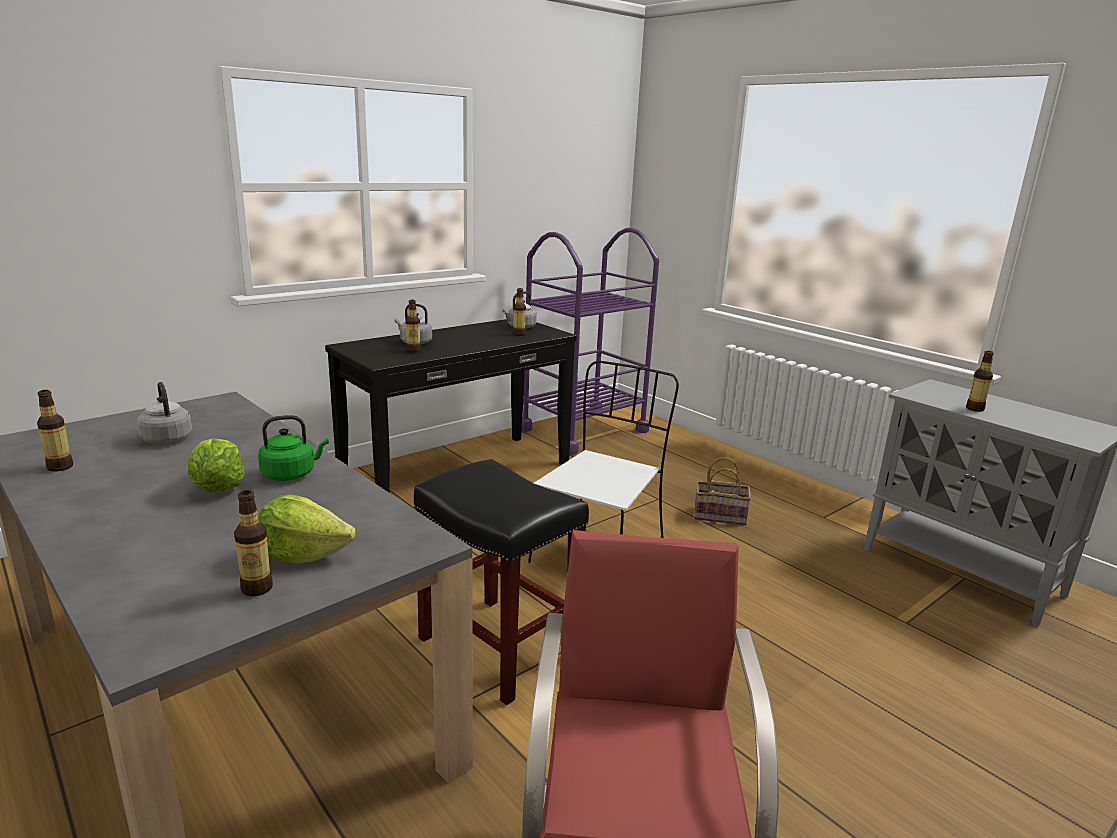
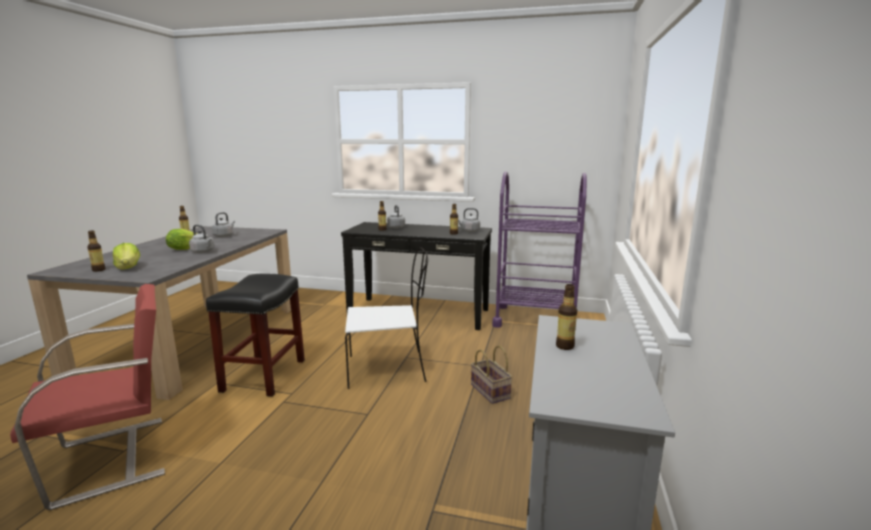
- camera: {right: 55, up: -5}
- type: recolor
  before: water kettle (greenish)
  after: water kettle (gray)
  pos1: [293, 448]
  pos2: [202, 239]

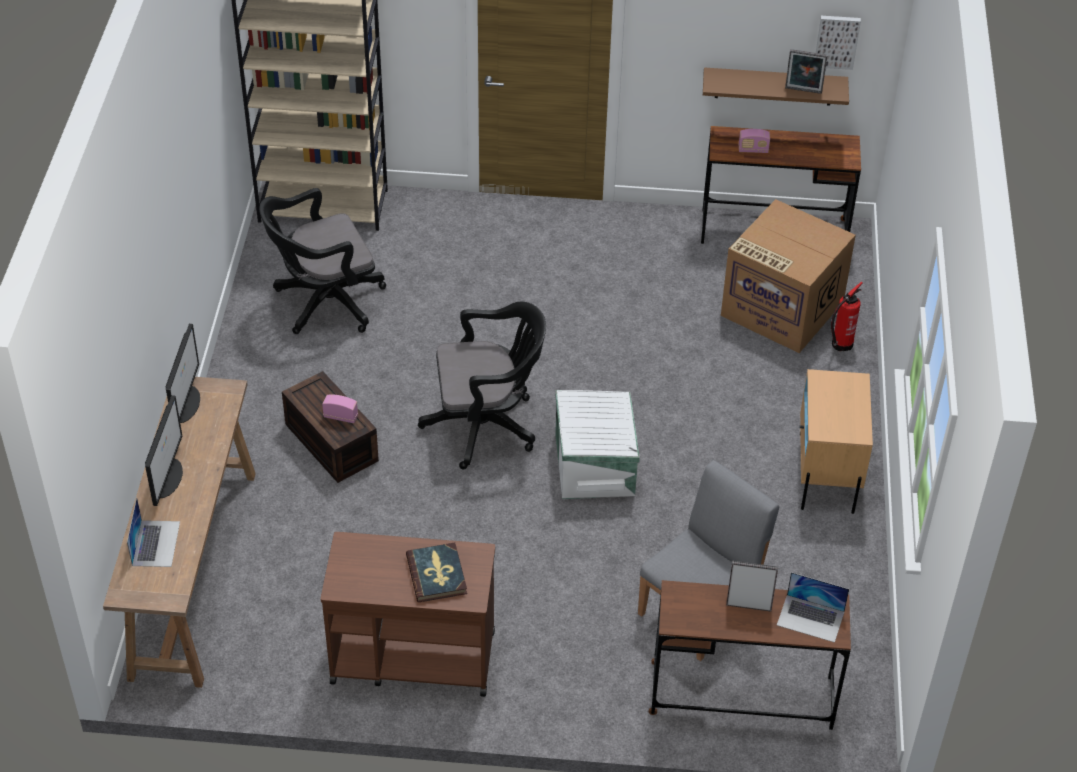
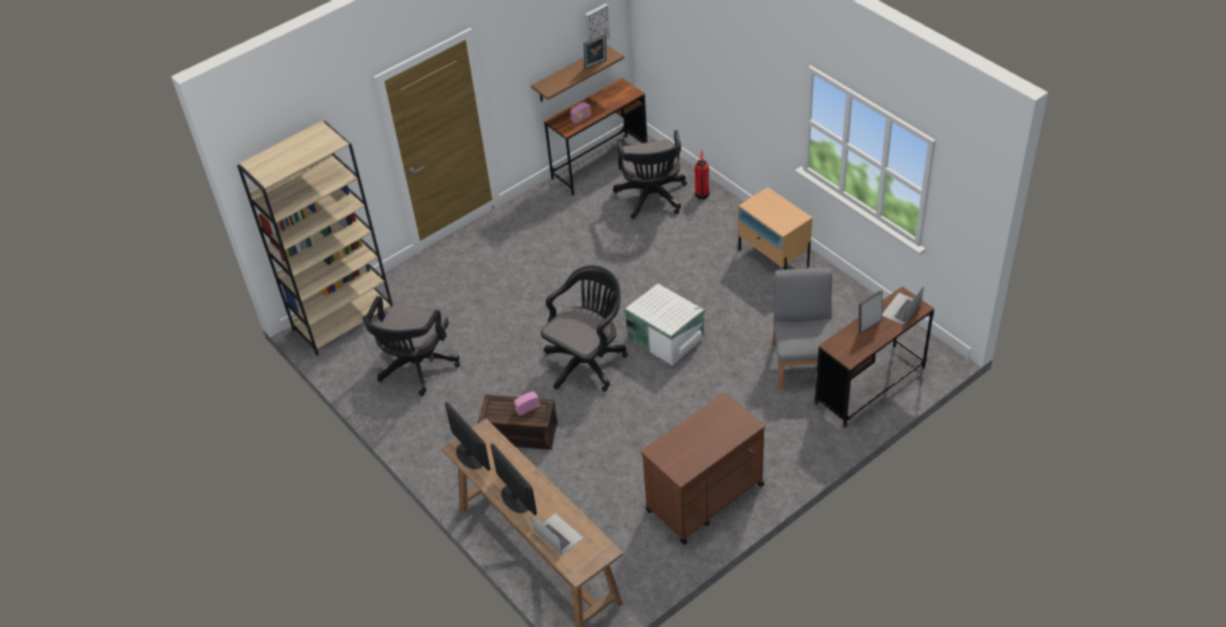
- camera: {right: -40, up: 0}
- type: replace
  before: packing box
  after: computer chair (blackish)
  pos1: [788, 276]
  pos2: [650, 174]
- type: delete
  before: book
  pos1: [436, 572]
- type: rotate
  before: laptop
  pos1: [813, 607]
  pos2: [903, 305]
  turn: 150

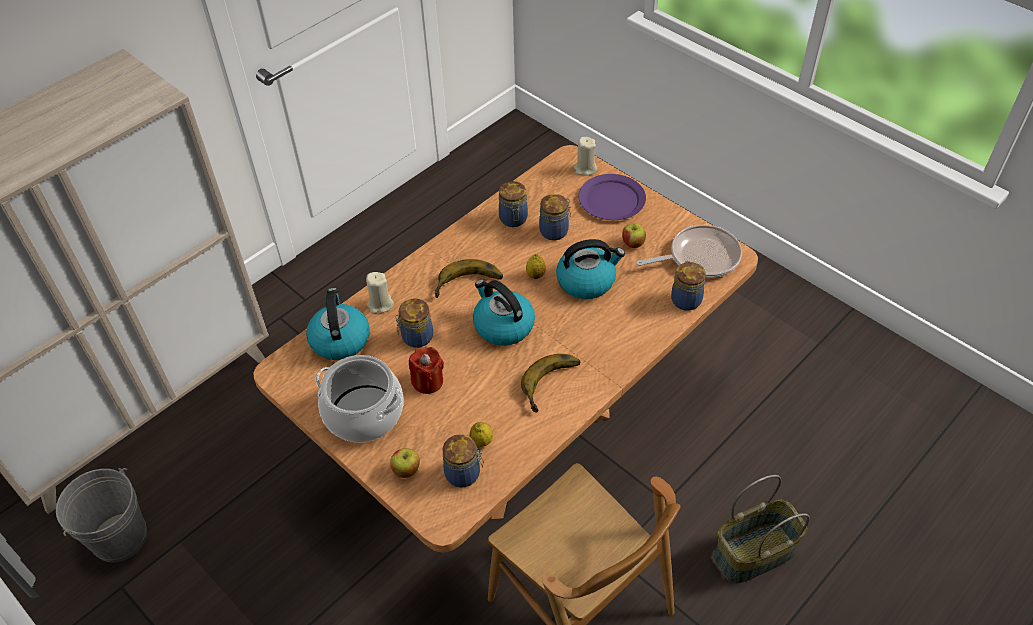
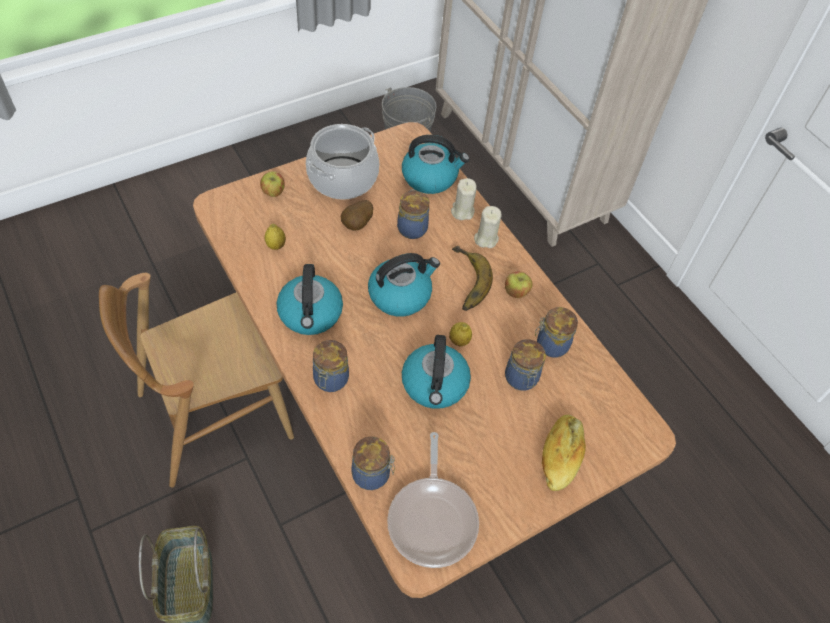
- camera: {right: 100, up: 5}
- type: move
  before: wax candle (sand-coloured)
  pos1: [585, 156]
  pos2: [487, 227]
- type: replace
  before: dinner plate (purplish)
  after: baked bread
  pos1: [612, 197]
  pos2: [564, 453]
- type: move
  before: whole apple
  pos1: [634, 235]
  pos2: [518, 284]
- type: replace
  before: wax candle (red)
  after: whole potato
  pos1: [426, 370]
  pos2: [356, 215]
- type: replace
  before: banana
  after: water kettle
  pos1: [550, 383]
  pos2: [310, 299]
- type: move
  before: jar
  pos1: [463, 461]
  pos2: [331, 366]

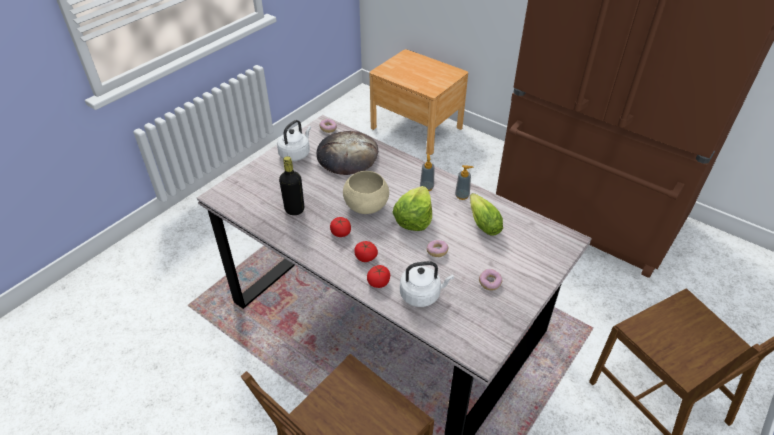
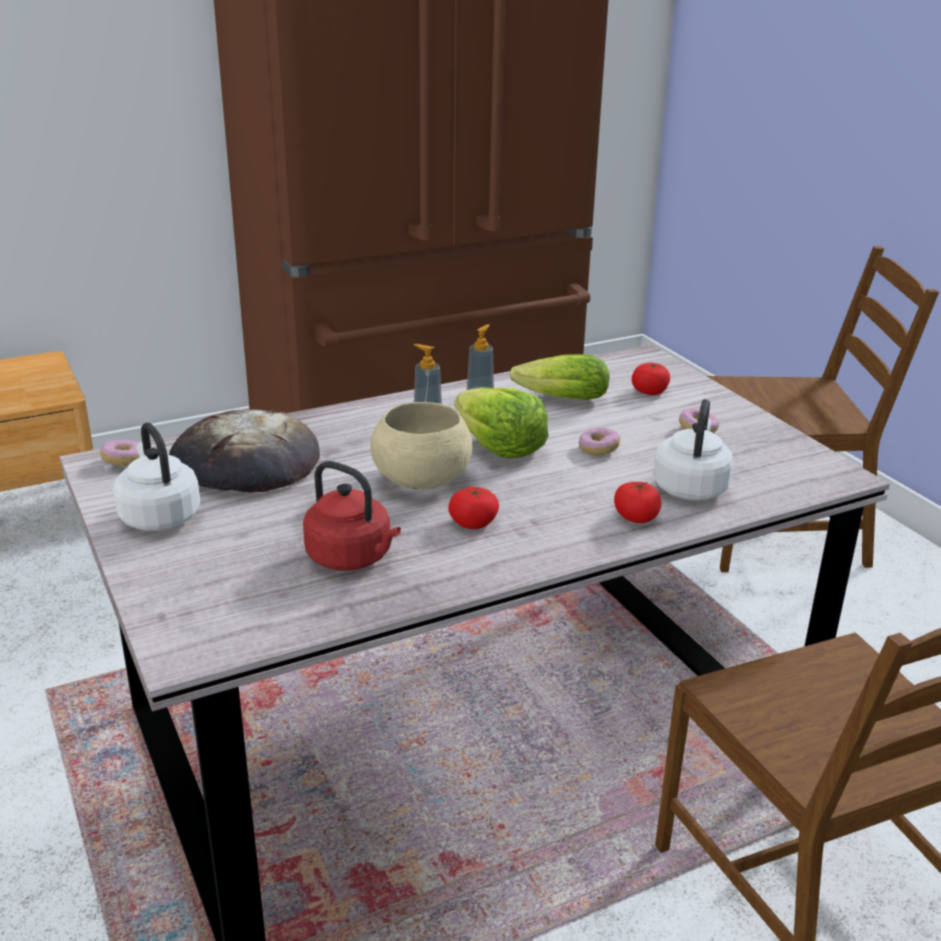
- camera: {right: -65, up: -15}
- type: replace
  before: drink bottle (blackish)
  after: water kettle (red)
  pos1: [291, 185]
  pos2: [352, 516]
- type: move
  before: whole tomato
  pos1: [366, 251]
  pos2: [651, 379]

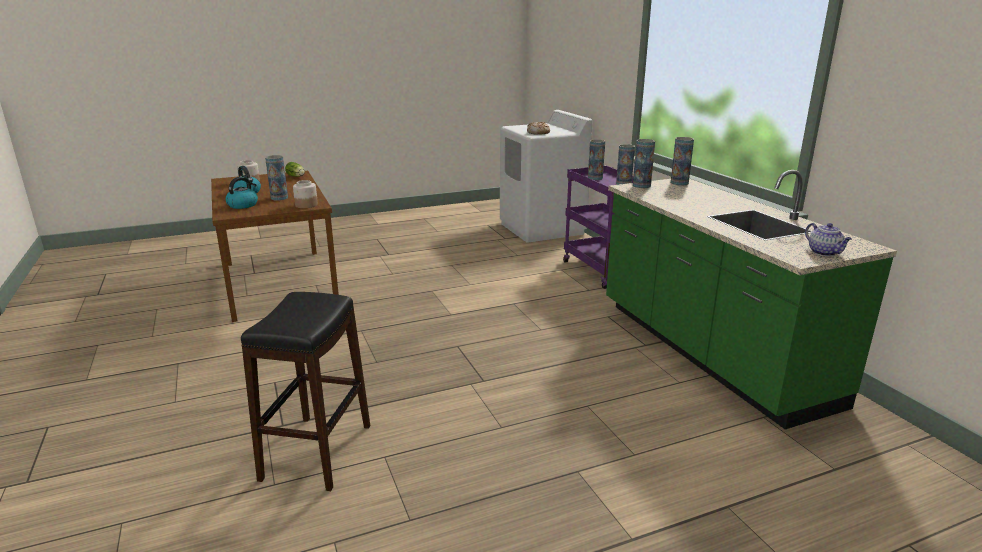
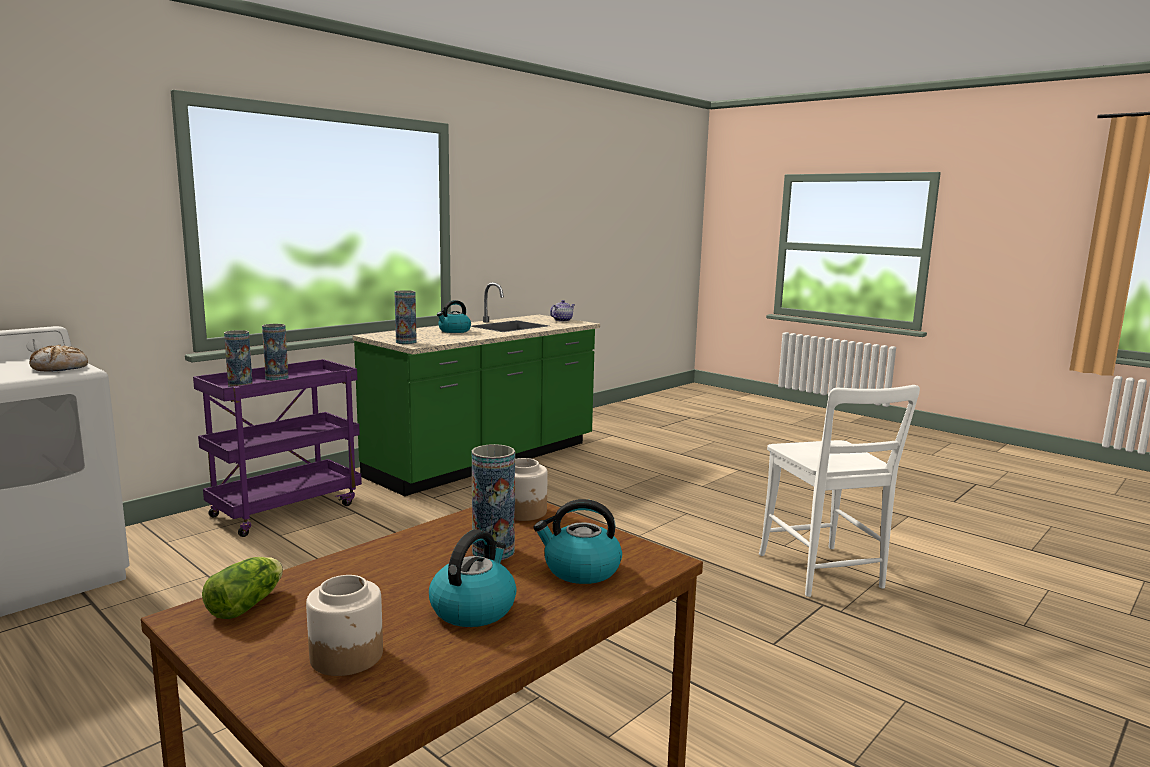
- camera: {right: -115, up: -10}
- type: delete
  before: flower vase
  pos1: [682, 161]
- type: replace
  before: sitting stool (blackish)
  after: chair (white)
  pos1: [305, 391]
  pos2: [839, 491]
- type: insert
  after: water kettle
  pos2: [454, 316]

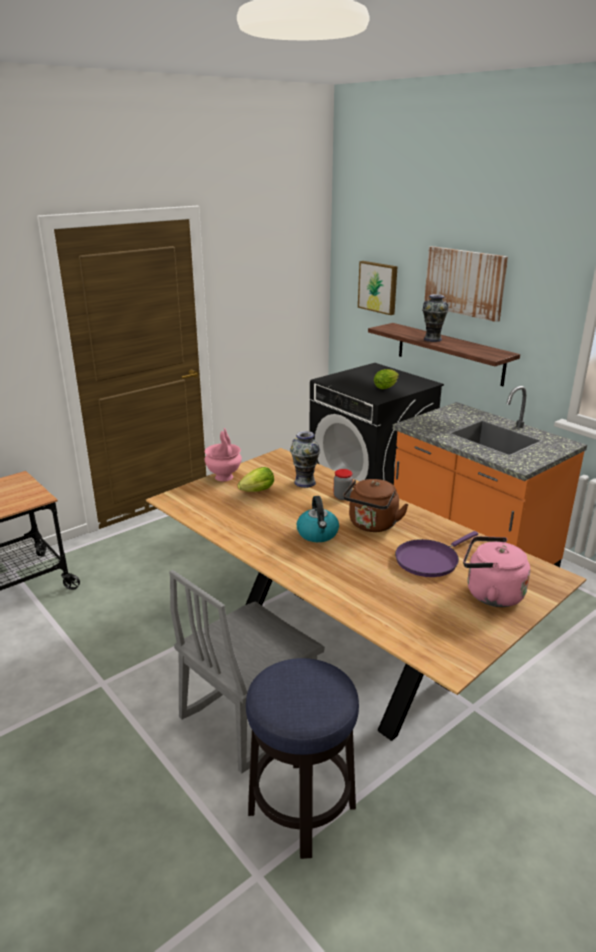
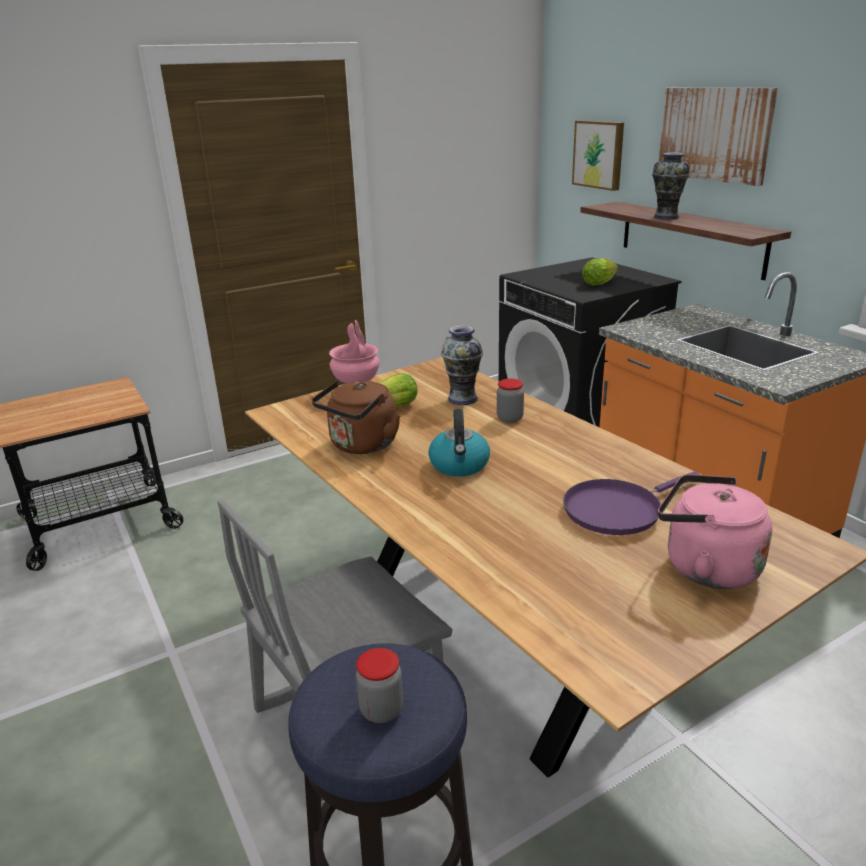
- camera: {right: 10, up: 0}
- type: move
  before: water kettle (brown-coloured)
  pos1: [376, 505]
  pos2: [356, 417]
- type: insert
  after: jar
  pos2: [379, 685]

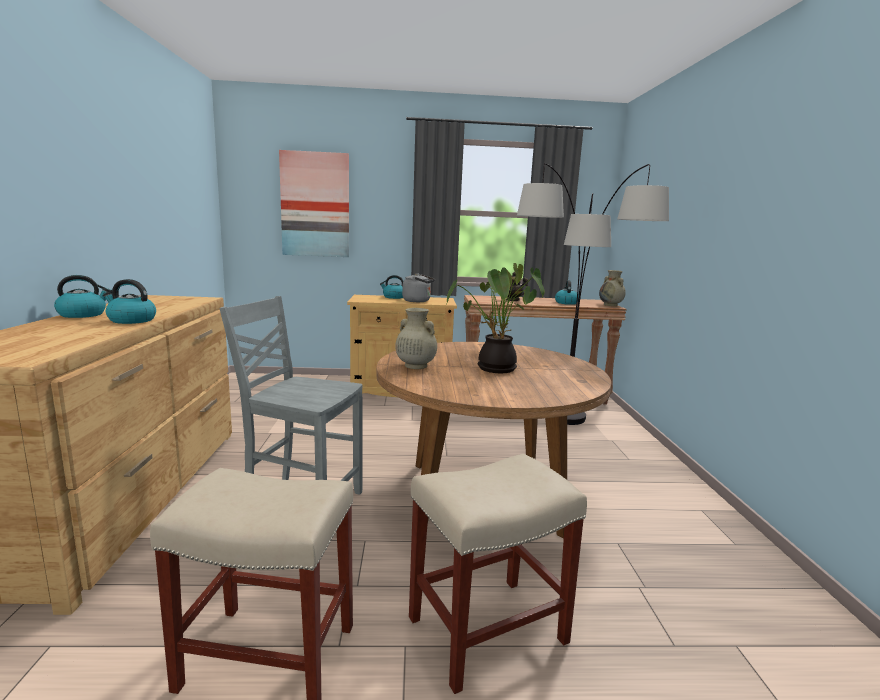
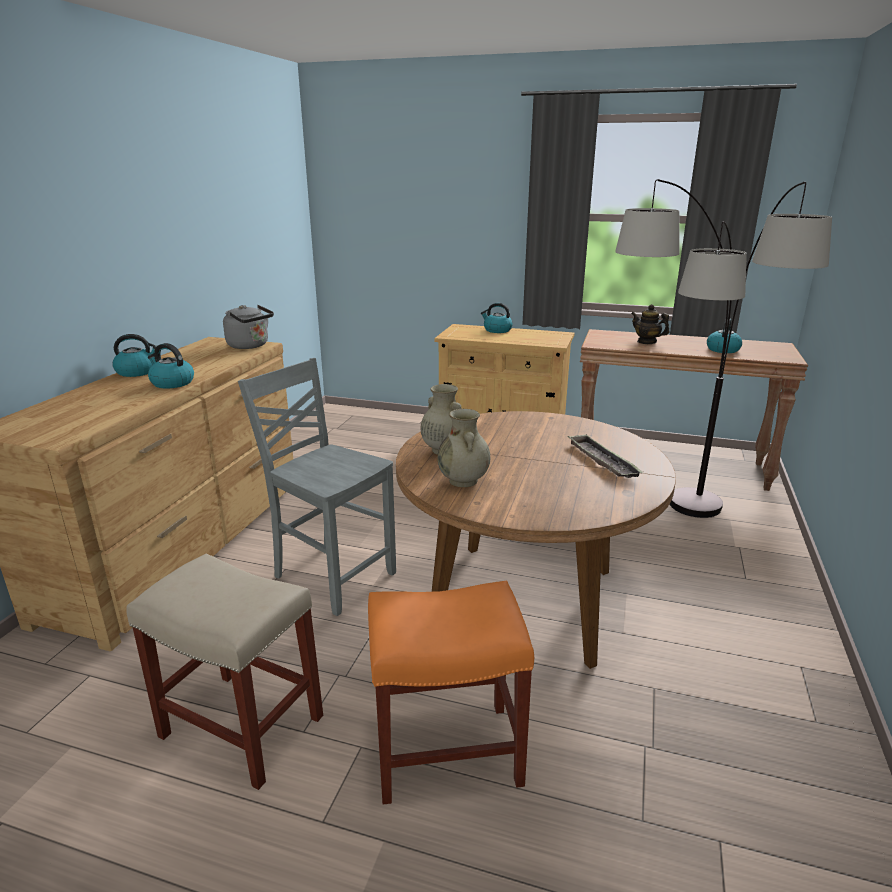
- camera: {right: 20, up: 10}
- type: delete
  before: wall art
  pos1: [314, 203]
- type: delete
  before: potted plant
  pos1: [496, 318]
- type: move
  before: flower vase (sand-coloured)
  pos1: [612, 288]
  pos2: [464, 448]
- type: move
  before: water kettle (gray)
  pos1: [418, 287]
  pos2: [248, 327]
- type: recolor
  before: sitting stool (sand-coloured)
  after: sitting stool (orange-coloured)
  pos1: [498, 574]
  pos2: [451, 693]
- type: insert
  after: tray
  pos2: [606, 456]

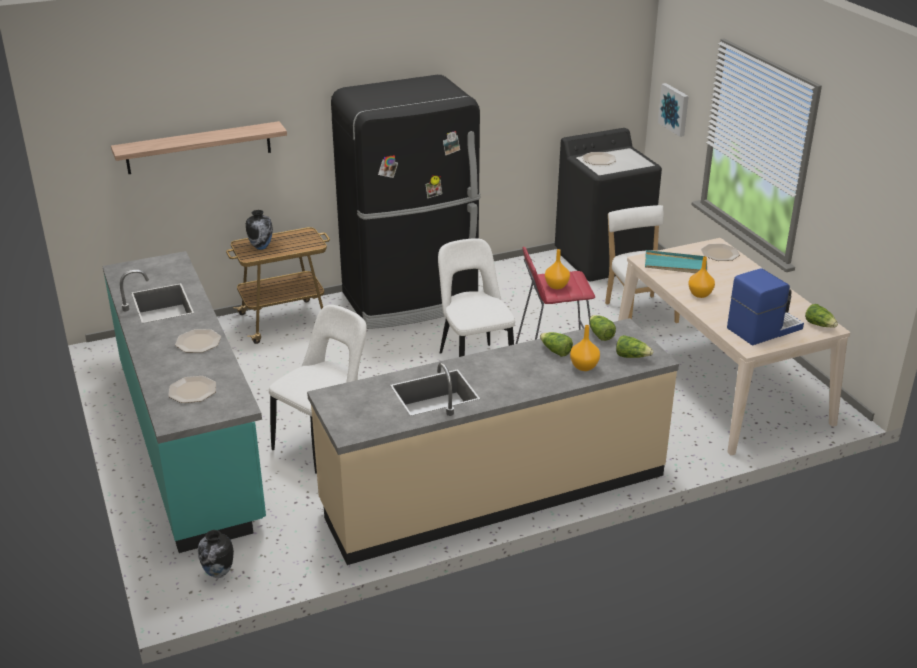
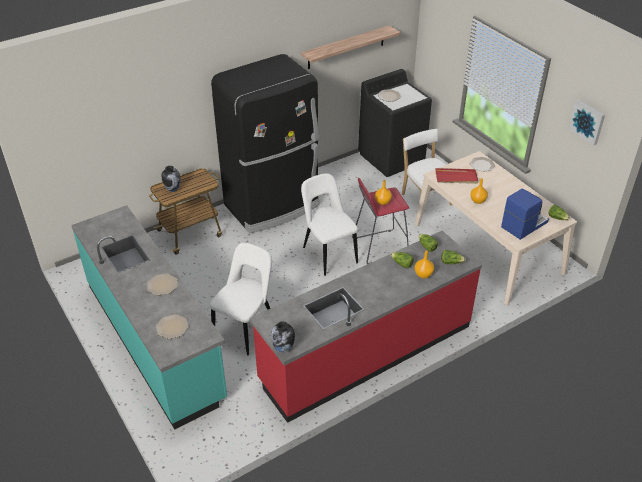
- camera: {right: -10, up: 10}
- type: move
  before: wall art
  pos1: [673, 110]
  pos2: [587, 122]
- type: move
  before: wall shelf
  pos1: [199, 147]
  pos2: [350, 47]
- type: recolor
  before: tray (turquoise-coloured)
  after: tray (red)
  pos1: [676, 261]
  pos2: [457, 176]
- type: recolor
  before: kitchen base unit (sand-coloured)
  after: kitchen base unit (red)
  pos1: [493, 441]
  pos2: [366, 327]
- type: move
  before: flower vase
  pos1: [216, 554]
  pos2: [283, 337]

